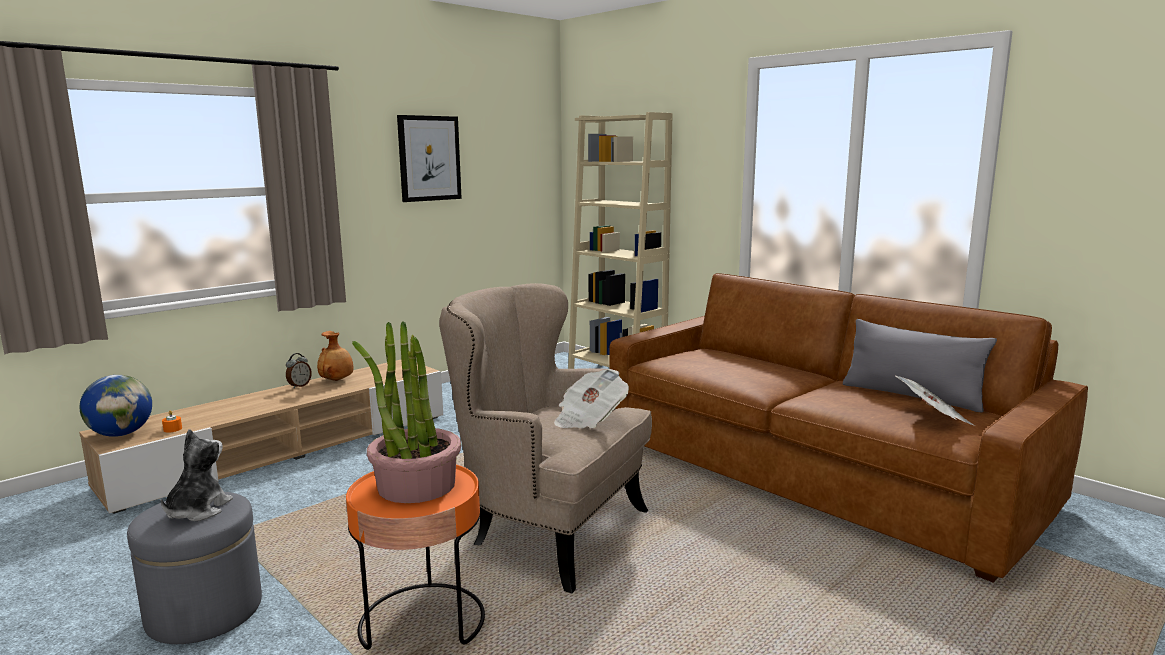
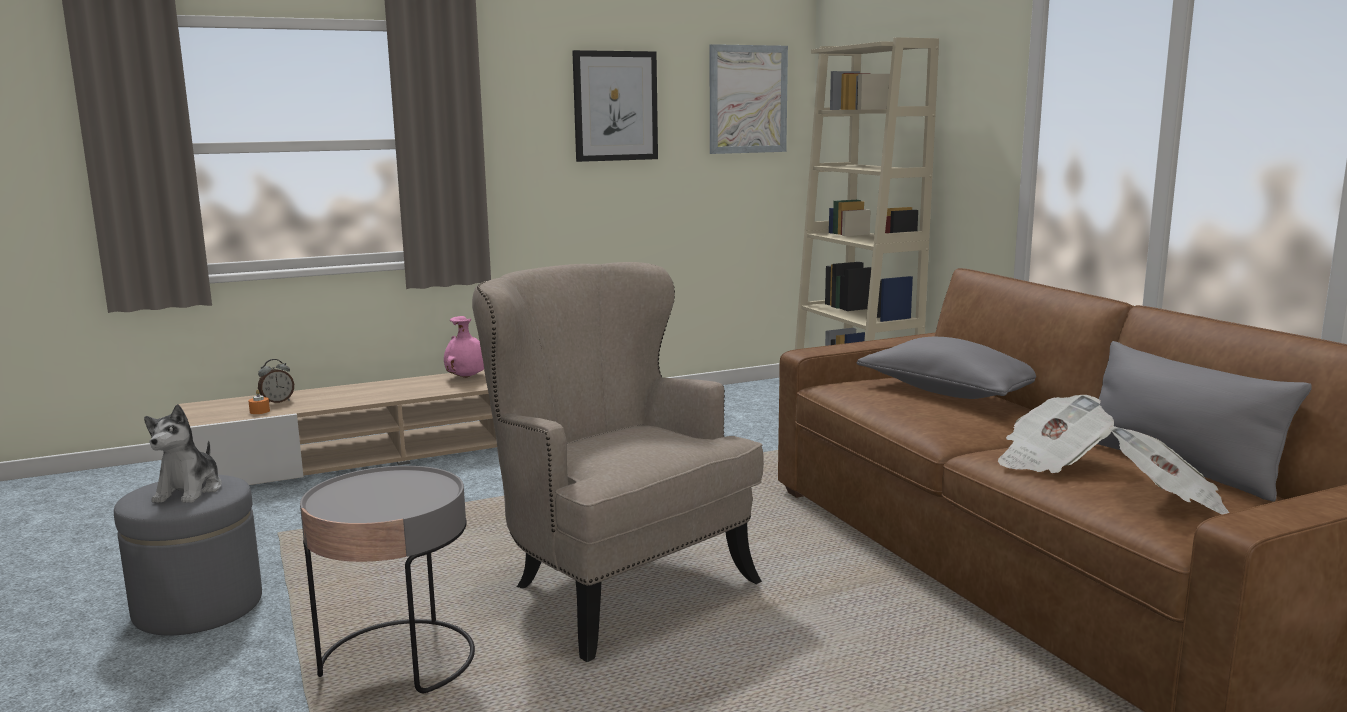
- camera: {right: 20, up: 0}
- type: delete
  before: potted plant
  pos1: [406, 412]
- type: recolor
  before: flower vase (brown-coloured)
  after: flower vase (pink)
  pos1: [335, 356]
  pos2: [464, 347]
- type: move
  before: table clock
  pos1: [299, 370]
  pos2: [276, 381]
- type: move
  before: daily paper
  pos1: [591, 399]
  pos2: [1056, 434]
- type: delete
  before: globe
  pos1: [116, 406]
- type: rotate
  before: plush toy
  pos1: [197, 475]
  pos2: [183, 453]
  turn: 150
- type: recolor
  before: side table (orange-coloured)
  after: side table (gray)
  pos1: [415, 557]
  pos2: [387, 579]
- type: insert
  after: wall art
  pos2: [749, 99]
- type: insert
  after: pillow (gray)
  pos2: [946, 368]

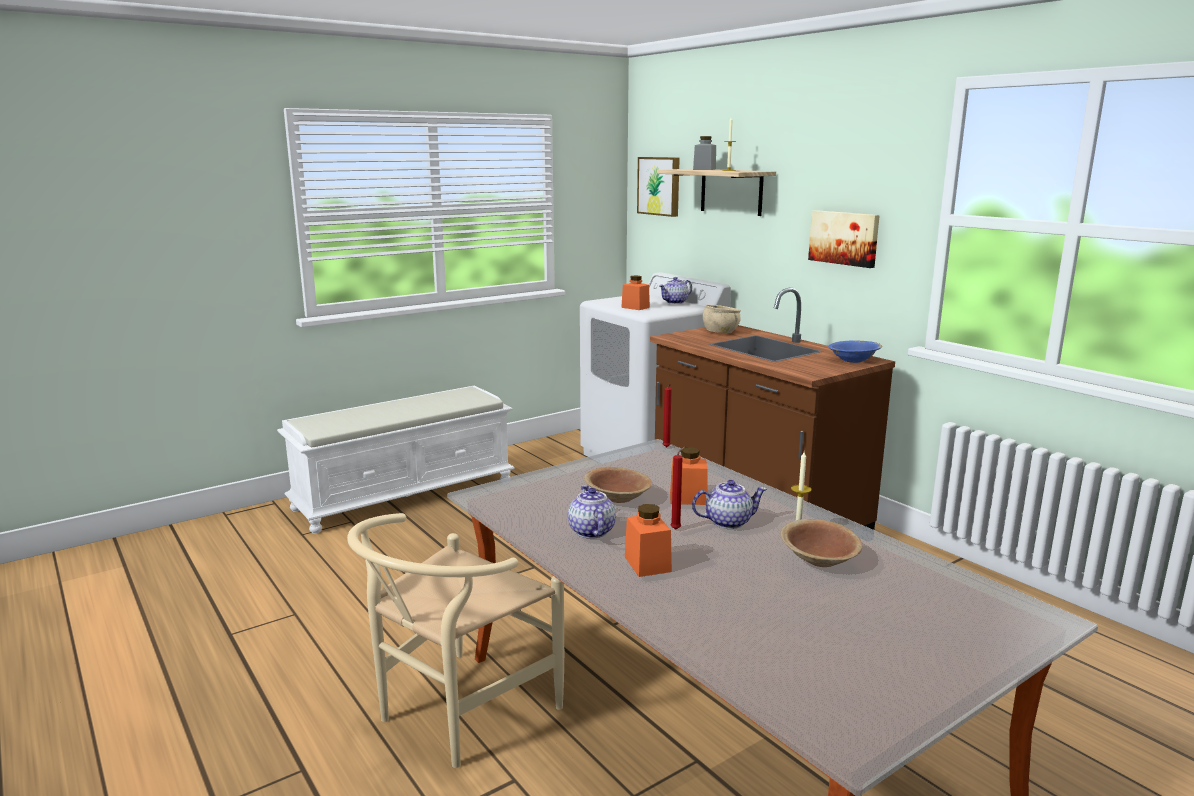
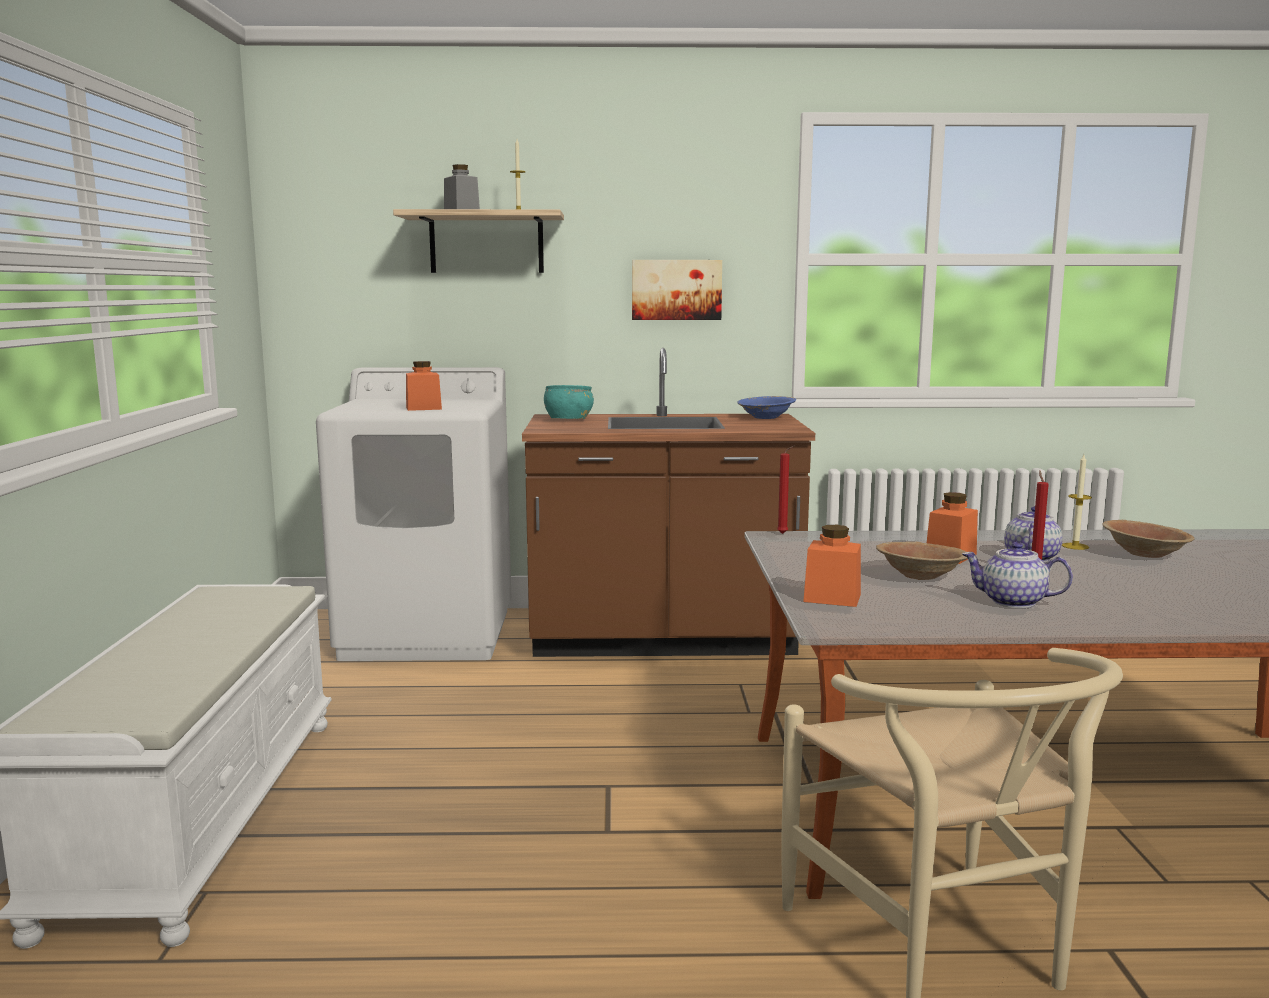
- camera: {right: -55, up: -5}
- type: delete
  before: wall art
  pos1: [658, 187]
- type: delete
  before: pot for tea
  pos1: [675, 290]
- type: recolor
  before: serving bowl (sand-coloured)
  after: serving bowl (turquoise-coloured)
  pos1: [722, 319]
  pos2: [569, 402]
- type: move
  before: jar (orange-coloured)
  pos1: [648, 540]
  pos2: [832, 566]

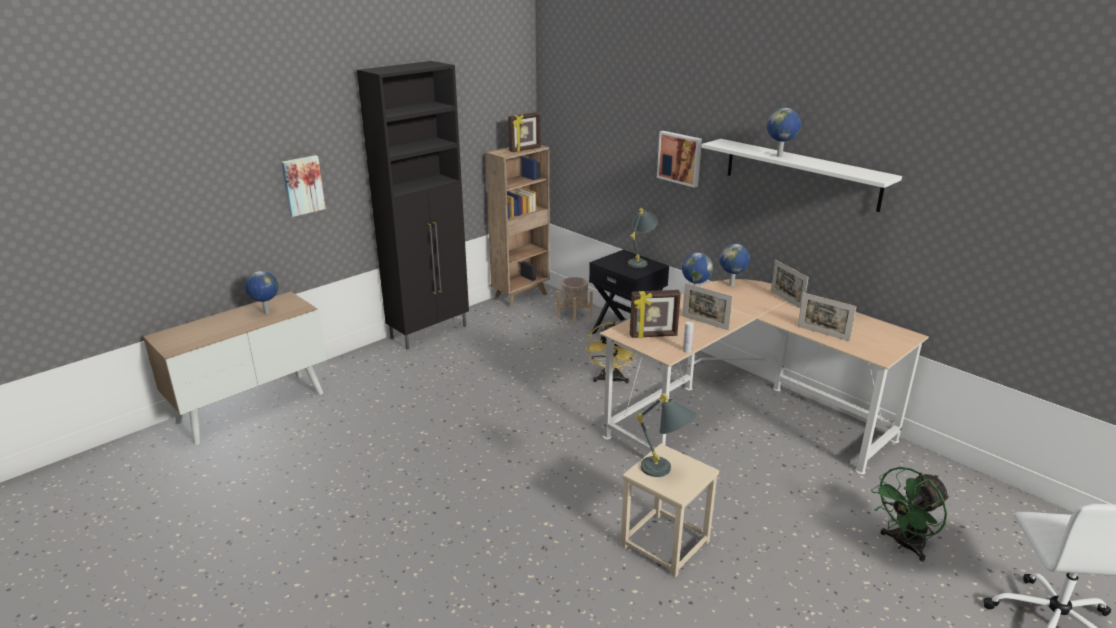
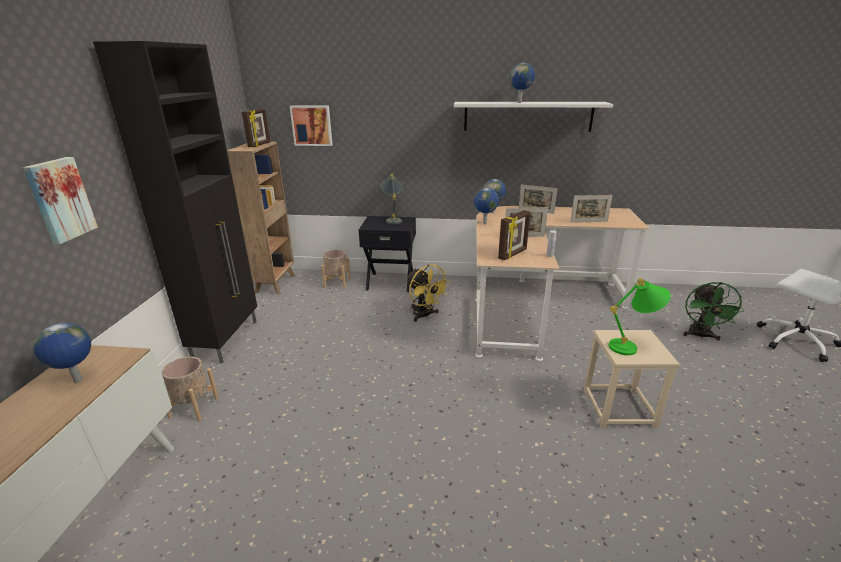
- camera: {right: -40, up: 0}
- type: move
  before: wall art
  pos1: [679, 159]
  pos2: [311, 125]
- type: recolor
  before: table lamp (gray)
  after: table lamp (greenish)
  pos1: [666, 435]
  pos2: [640, 316]
- type: insert
  after: plant pot (sand-coloured)
  pos2: [190, 389]

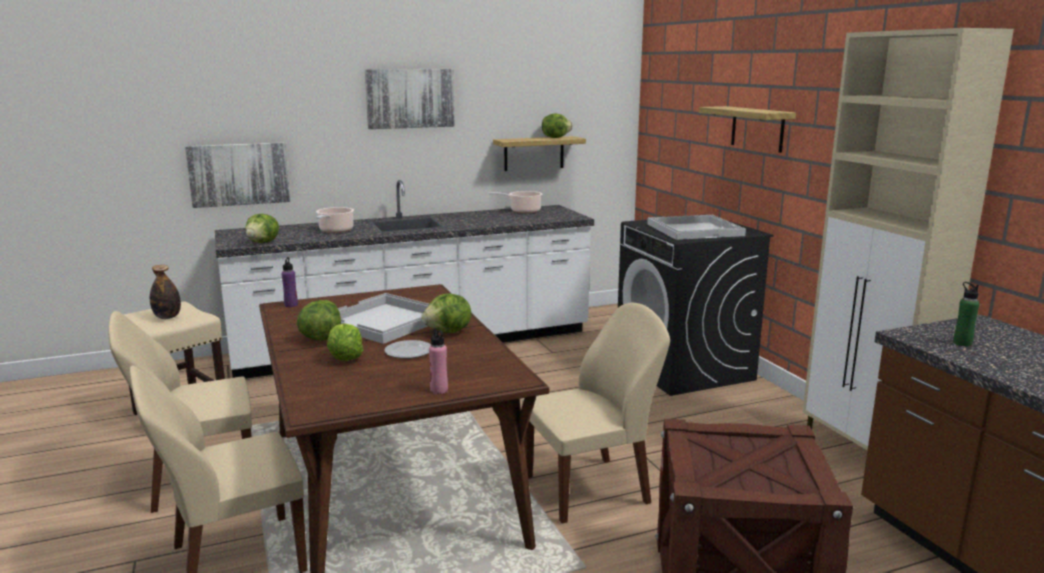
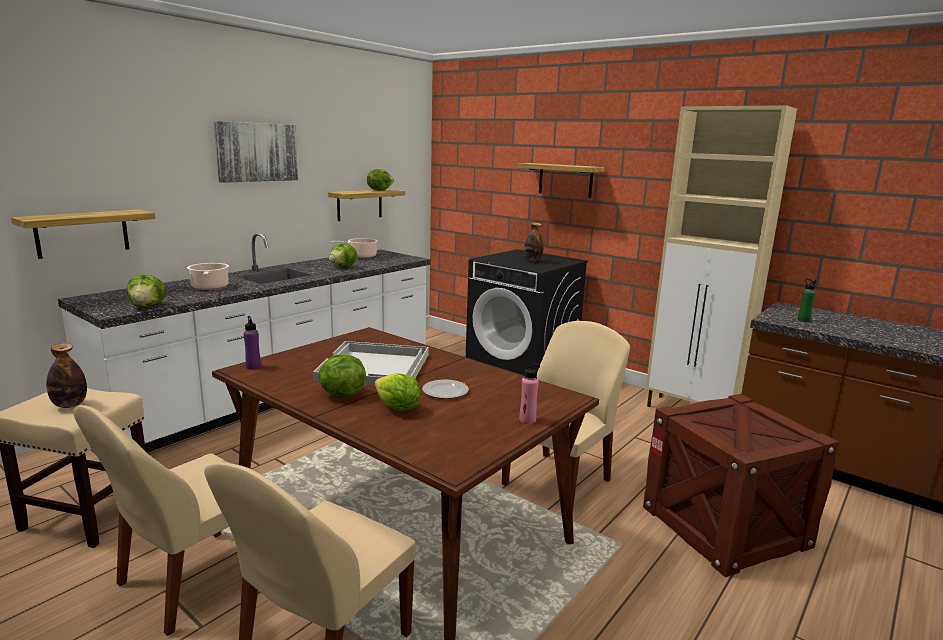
- camera: {right: -30, up: 0}
- type: replace
  before: wall art
  after: wall shelf
  pos1: [237, 175]
  pos2: [83, 234]
- type: replace
  before: tray (white)
  after: drink bottle
  pos1: [696, 227]
  pos2: [533, 242]
- type: move
  before: lettuce head
  pos1: [446, 313]
  pos2: [343, 255]

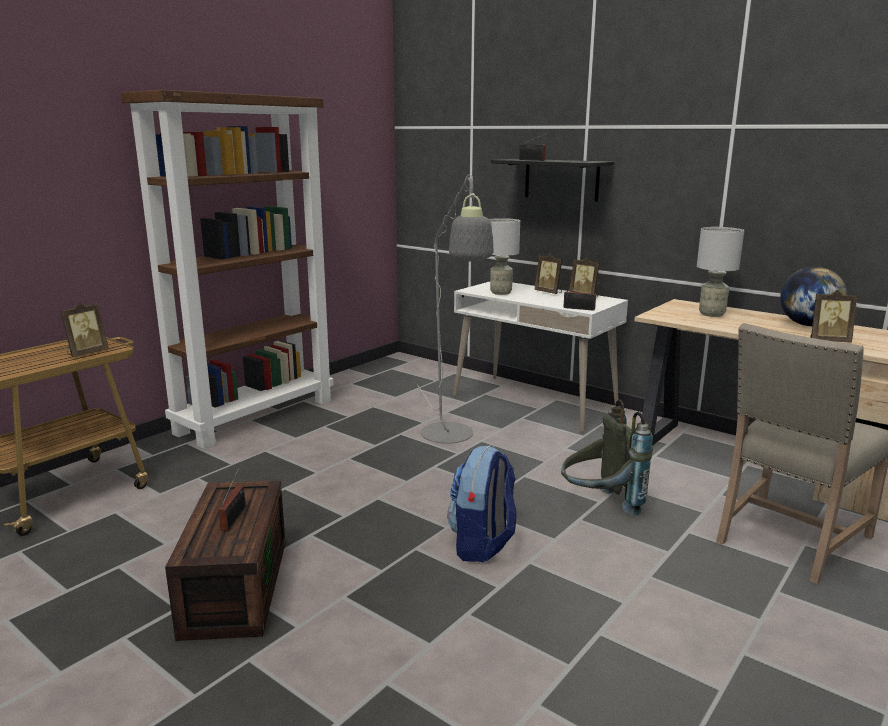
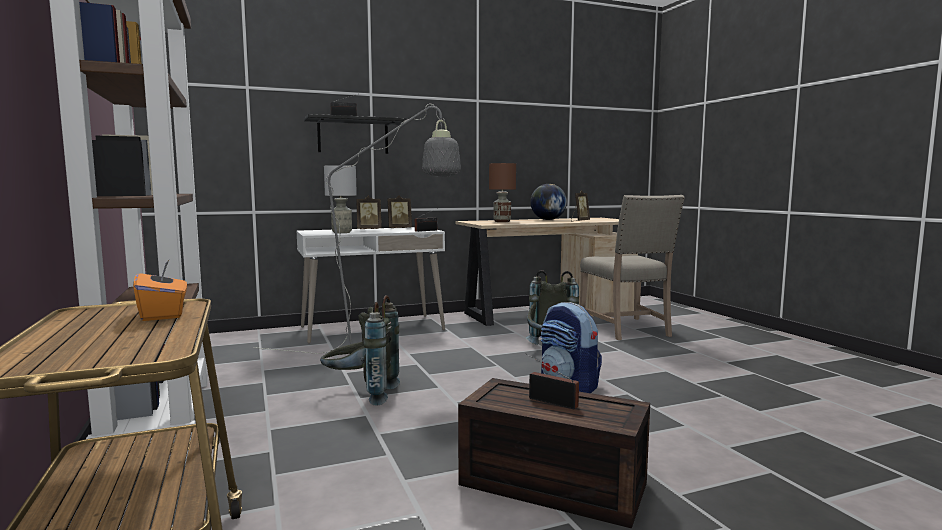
- camera: {right: -60, up: -10}
- type: recolor
  before: table lamp (gray)
  after: table lamp (brown-coloured)
  pos1: [720, 272]
  pos2: [502, 192]
- type: replace
  before: photo frame
  after: box of tissues (orange-coloured)
  pos1: [84, 329]
  pos2: [160, 290]
- type: insert
  after: rucksack (gray)
  pos2: [360, 350]

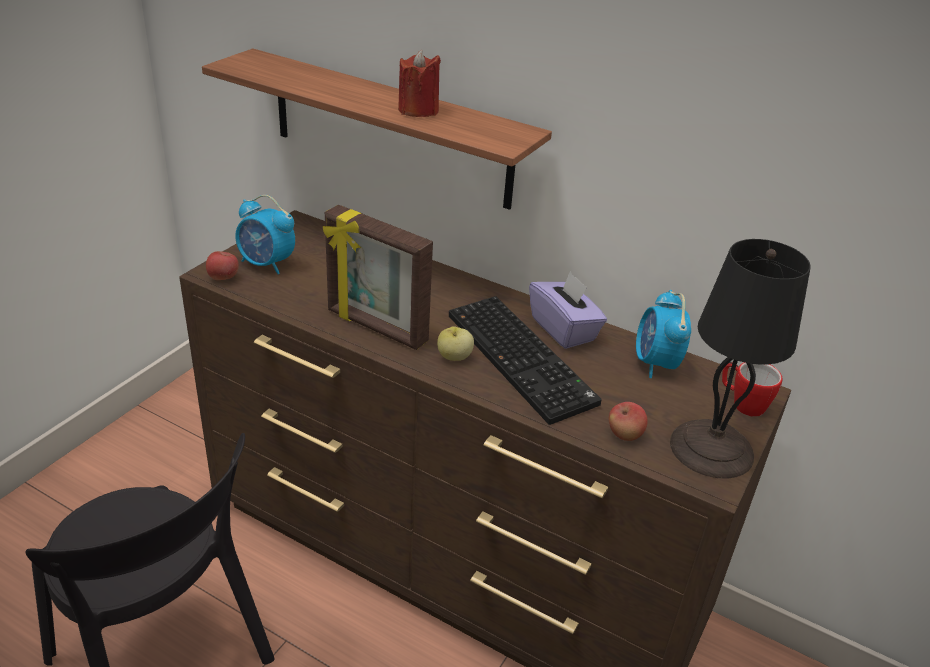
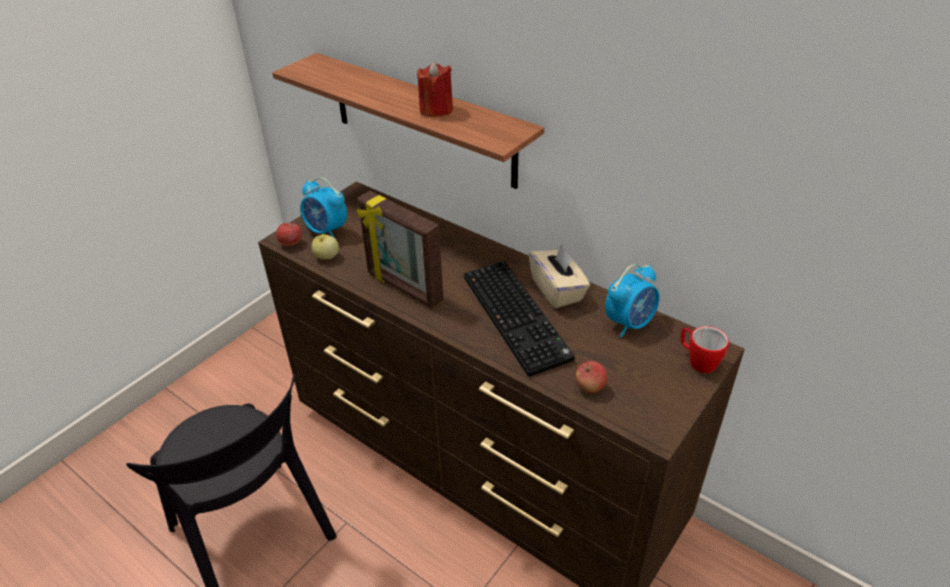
- camera: {right: 10, up: 5}
- type: delete
  before: table lamp (blackish)
  pos1: [740, 359]
- type: recolor
  before: box of tissues (purplish)
  after: box of tissues (sand-coloured)
  pos1: [568, 310]
  pos2: [559, 275]
- type: rotate
  before: table clock
  pos1: [663, 334]
  pos2: [632, 301]
  turn: -135
- type: move
  before: whole apple
  pos1: [455, 343]
  pos2: [325, 247]

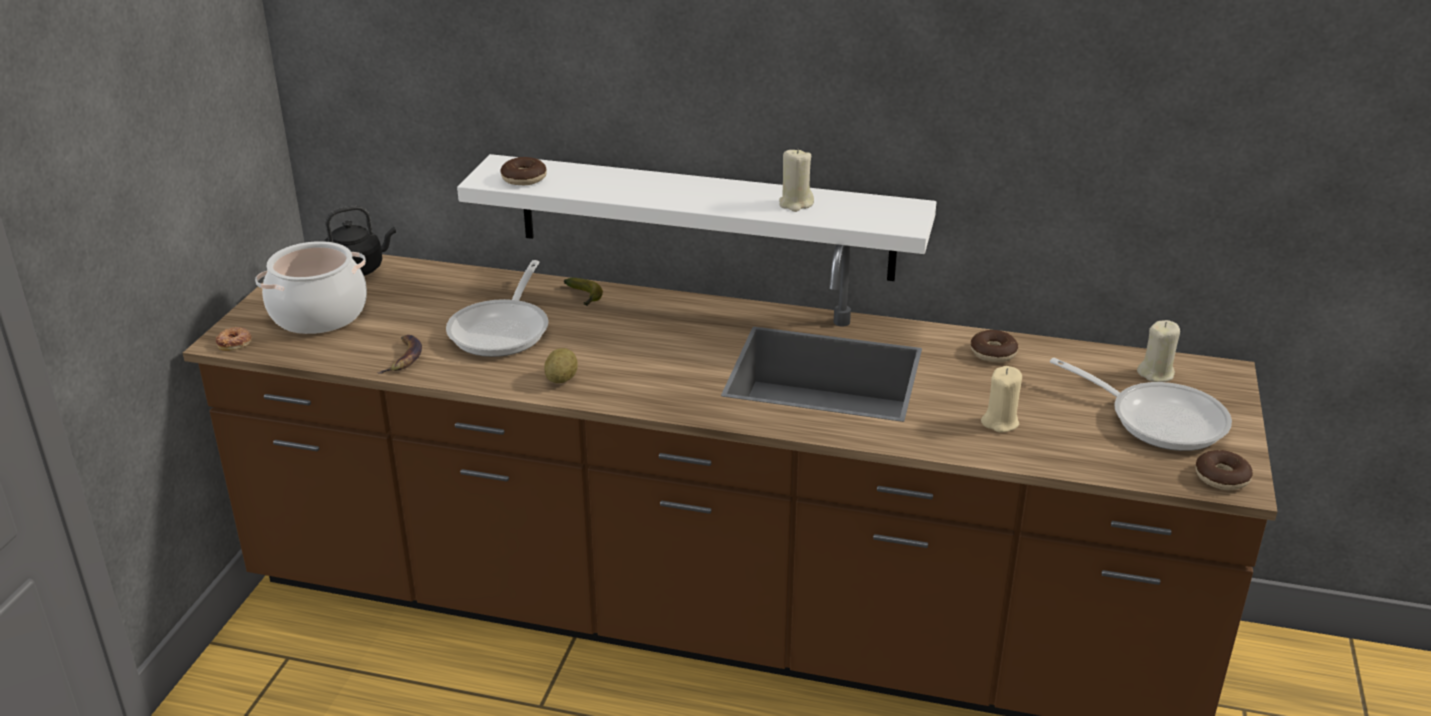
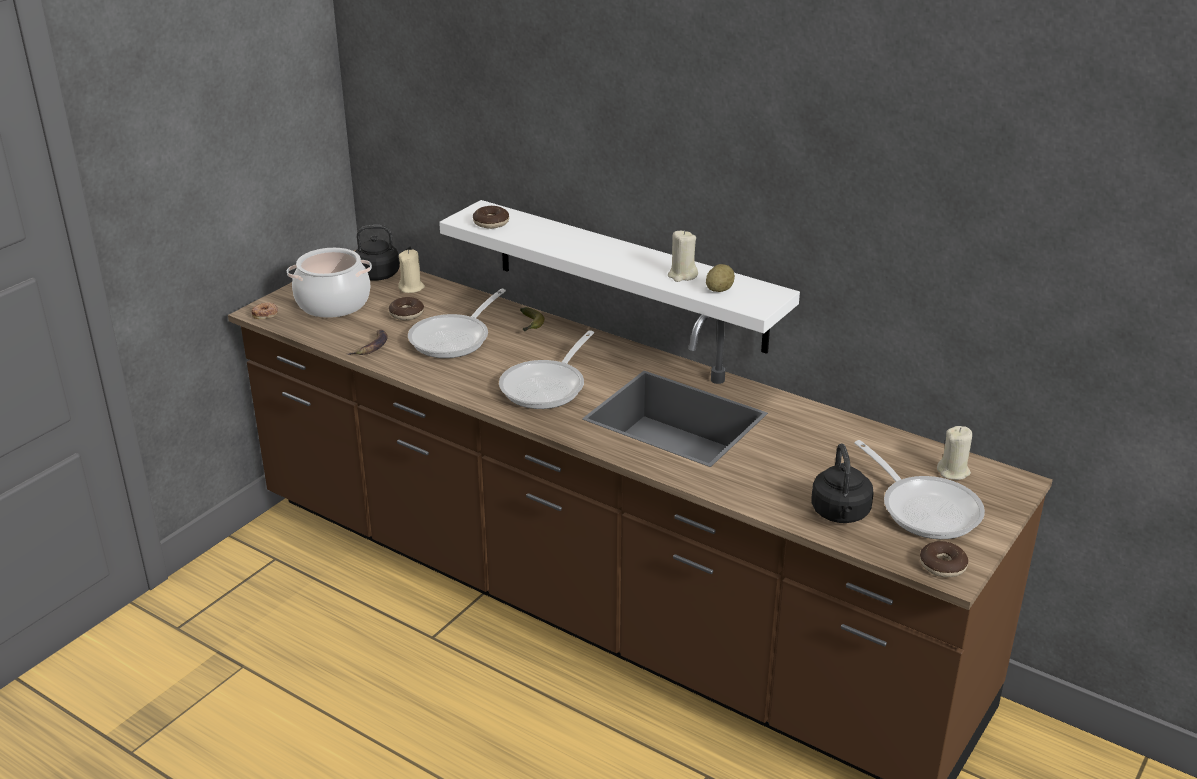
- camera: {right: 20, up: 0}
- type: move
  before: ring doughnut
  pos1: [994, 346]
  pos2: [406, 308]
- type: move
  before: whole potato
  pos1: [561, 365]
  pos2: [720, 278]
- type: move
  before: wax candle (sand-coloured)
  pos1: [1001, 399]
  pos2: [411, 271]
- type: insert
  after: skillet
  pos2: [546, 369]
- type: insert
  after: water kettle (blackish)
  pos2: [842, 483]

